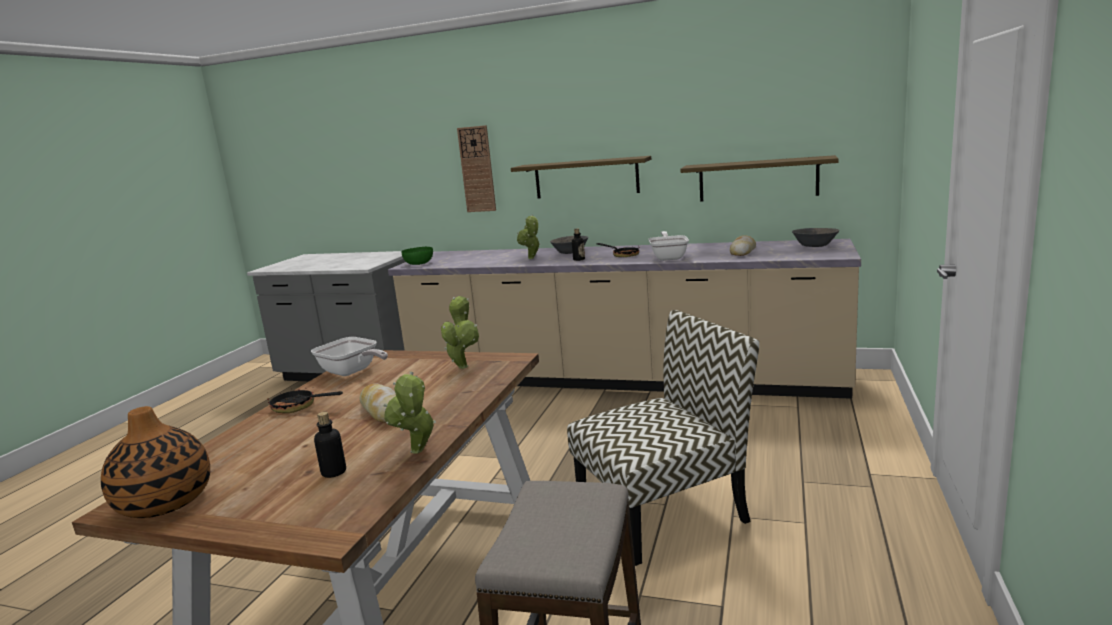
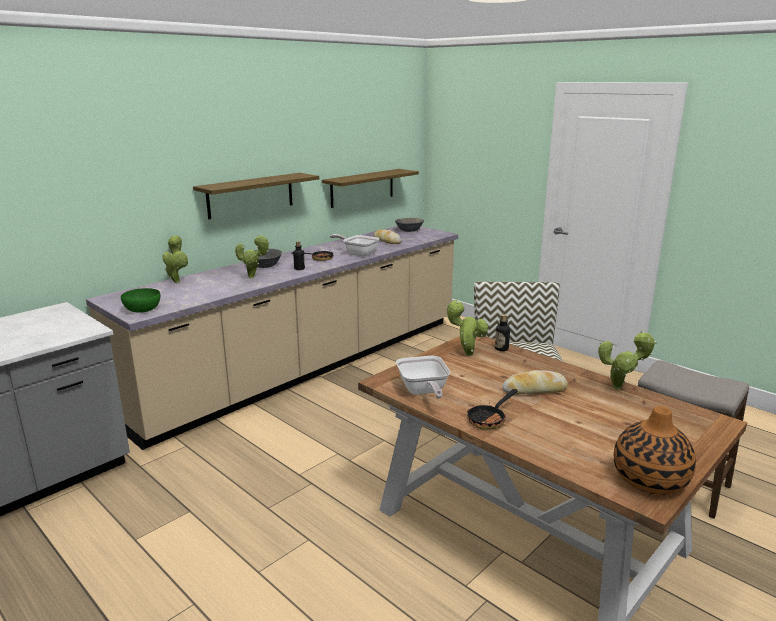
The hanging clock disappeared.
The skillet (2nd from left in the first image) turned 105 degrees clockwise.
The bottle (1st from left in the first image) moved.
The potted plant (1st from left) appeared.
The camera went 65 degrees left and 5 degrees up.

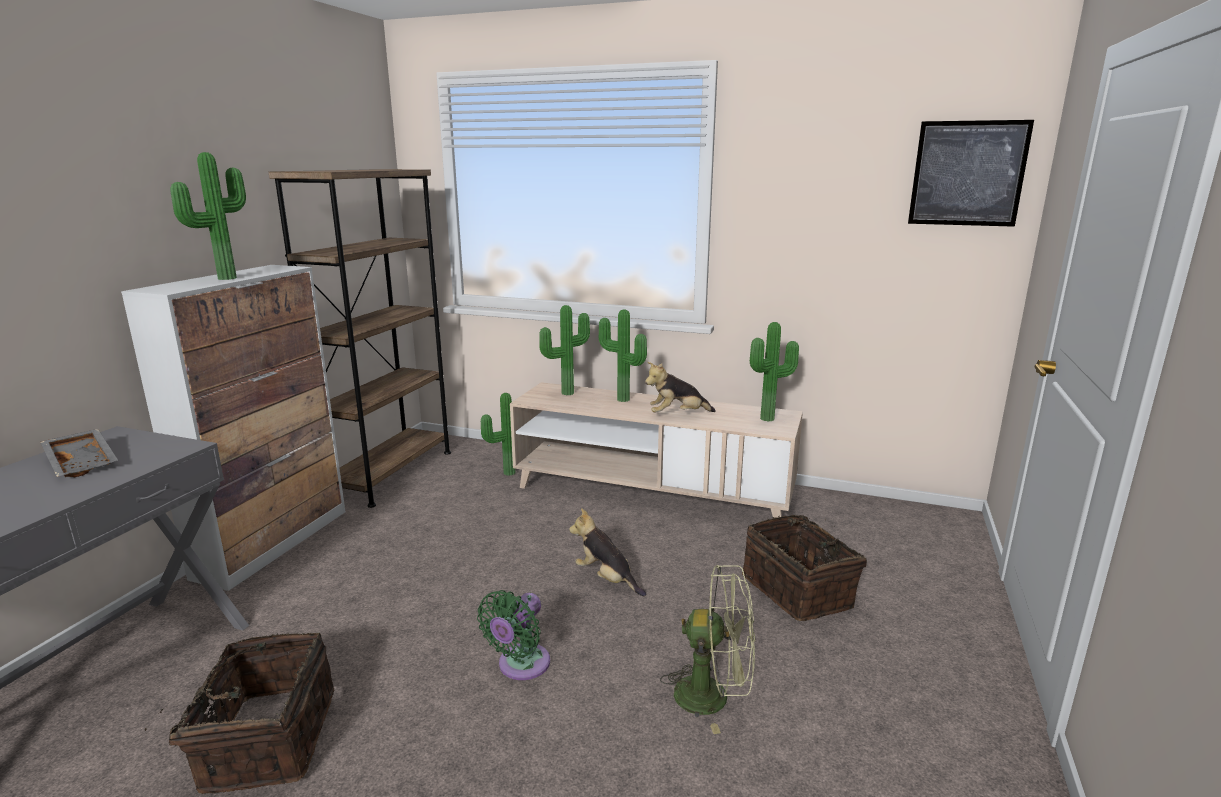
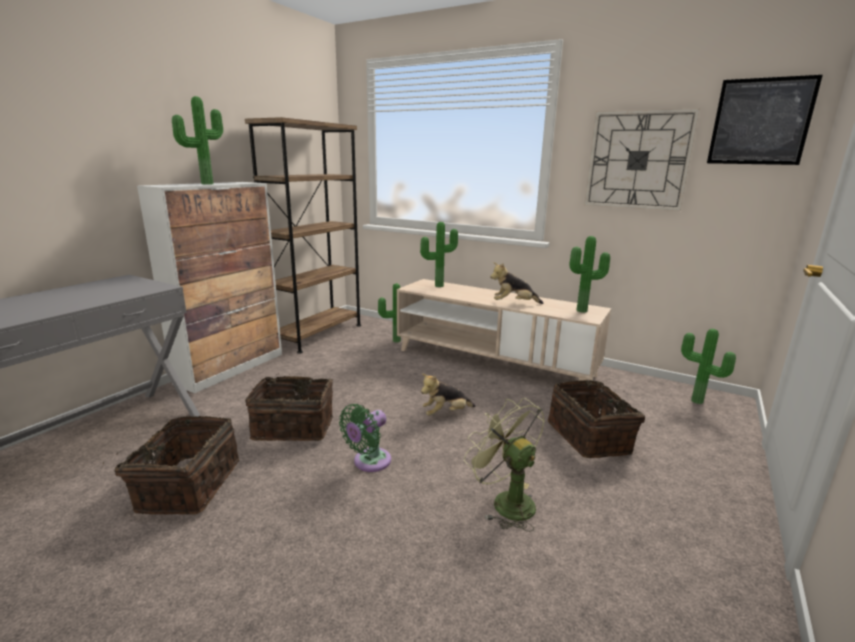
The potted plant (4th from left in the first image) moved.
The greyish tray disappeared.
The plush toy (1st from left) turned 75 degrees counterclockwise.
The greenish electric fan (2nd from left) turned 150 degrees counterclockwise.
The hanging clock appeared.
The basket (2nd from left) appeared.
The camera went 10 degrees right and 0 degrees up.

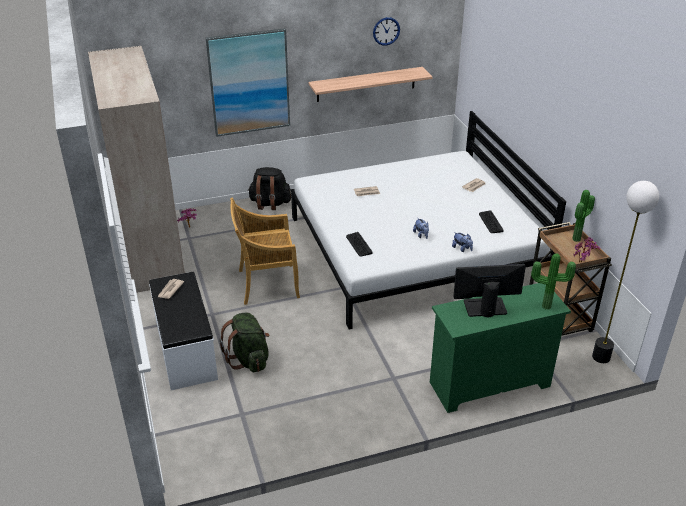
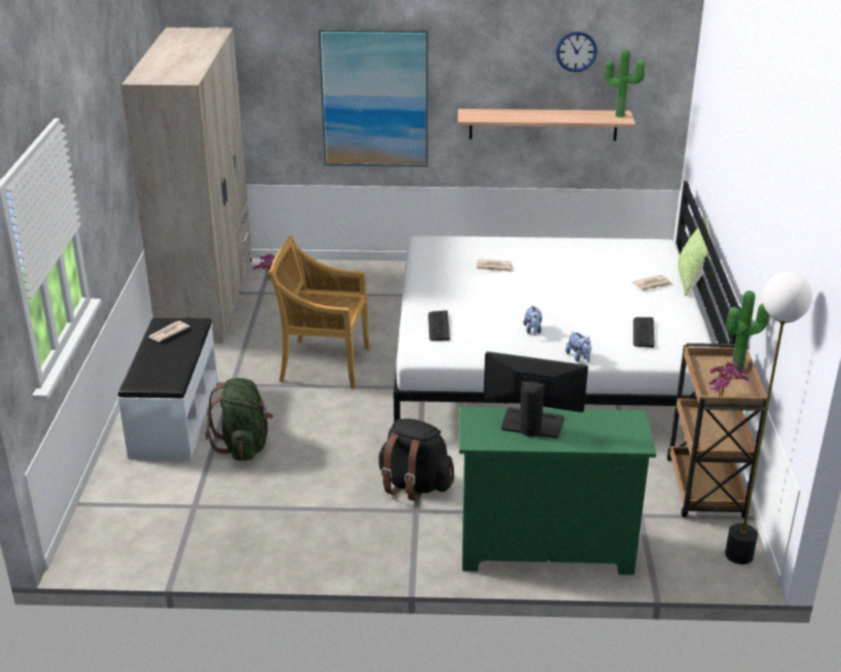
The blackish knapsack moved.
The potted plant (2nd from left) moved.
The throw pillow appeared.
The camera went 20 degrees right and 5 degrees down.

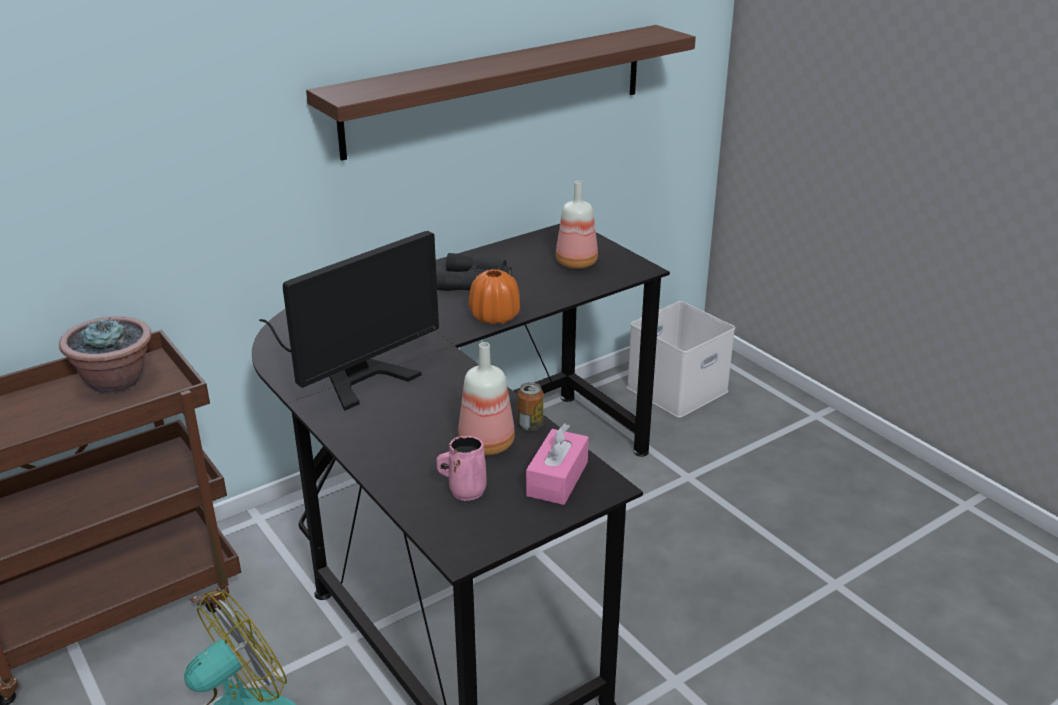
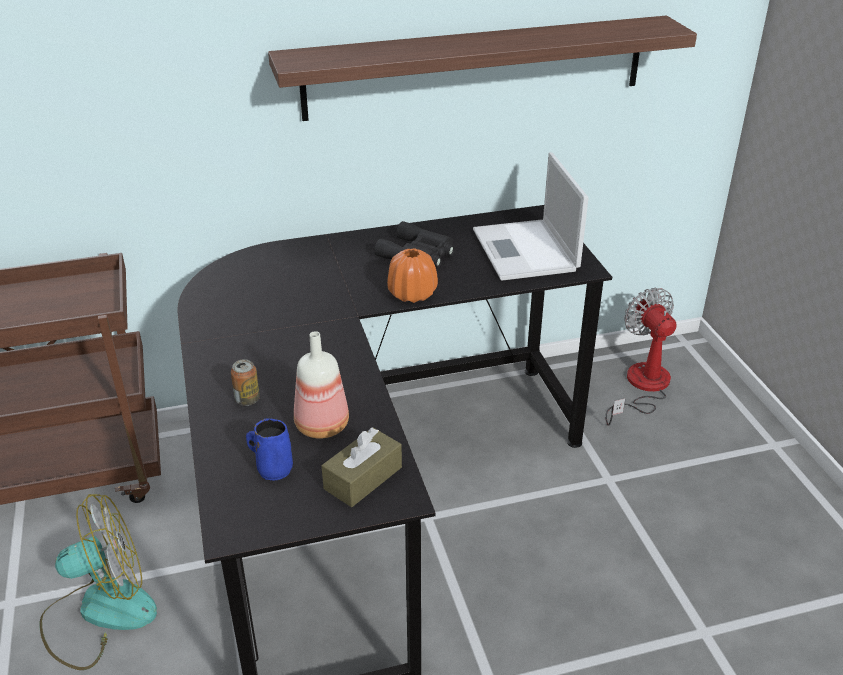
The bottle (2nd from left) was replaced by the laptop.
The computer screen disappeared.
The white storage box was replaced by the electric fan (2nd from left).
The potted plant disappeared.
The sealed can moved.
The pinkish tissue box became the brown tissue box.
The pinkish tea mug became the bluish tea mug.
The camera went 20 degrees right and 5 degrees up.

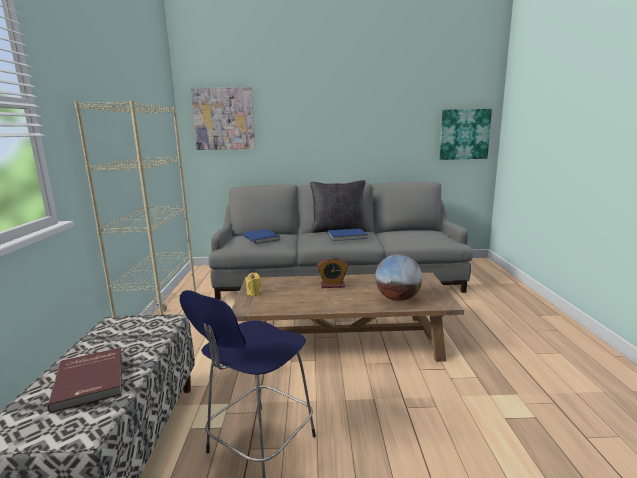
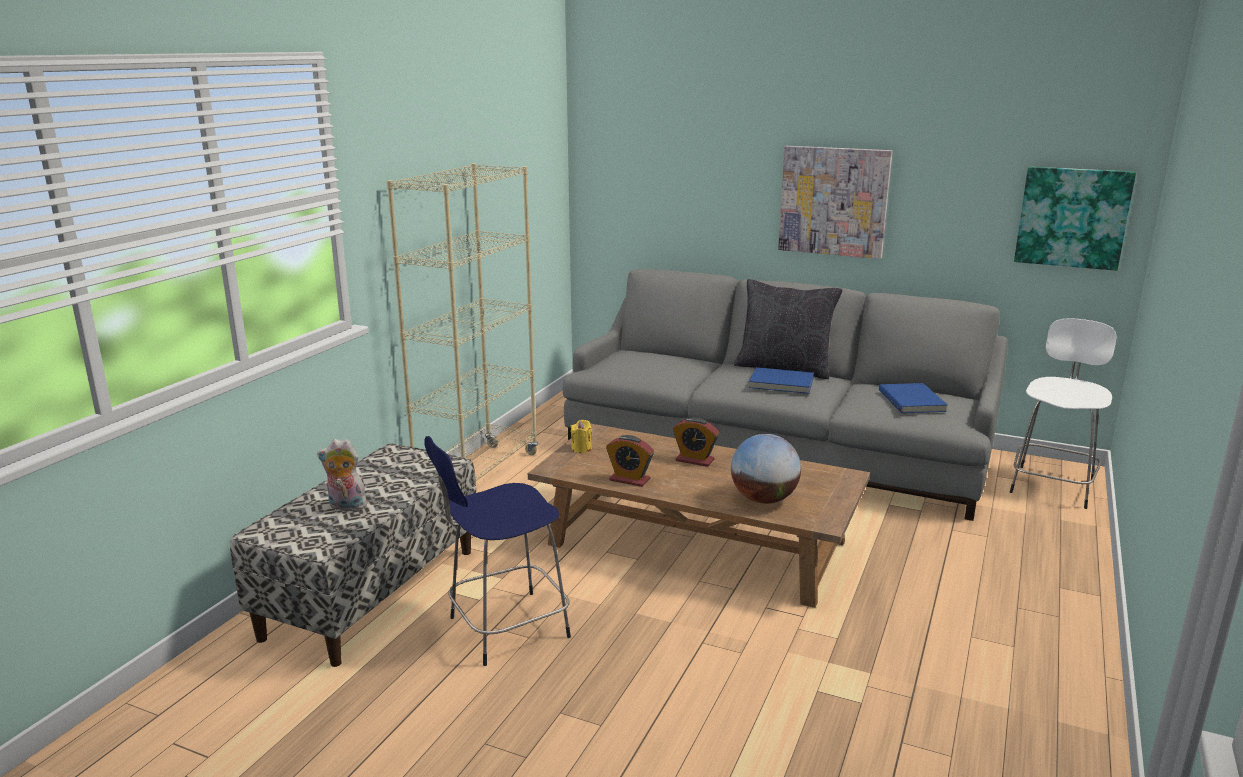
The wall picture (1st from left) moved.
The bluish book (1st from left in the first image) moved.
The red book was replaced by the plush toy.
The white stool appeared.
The bedside clock (1st from left) appeared.
The camera went 25 degrees right and 5 degrees up.

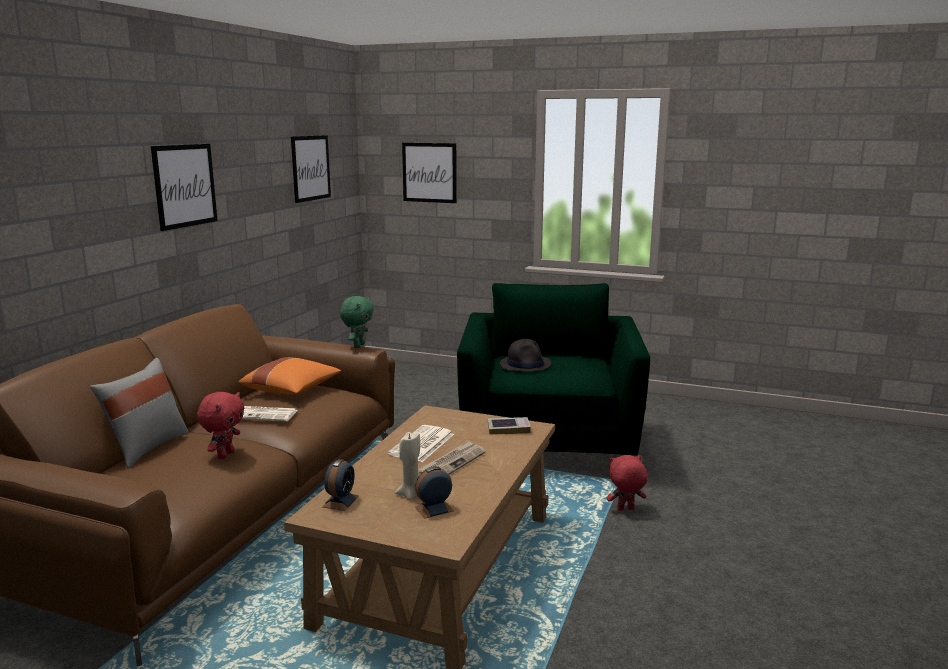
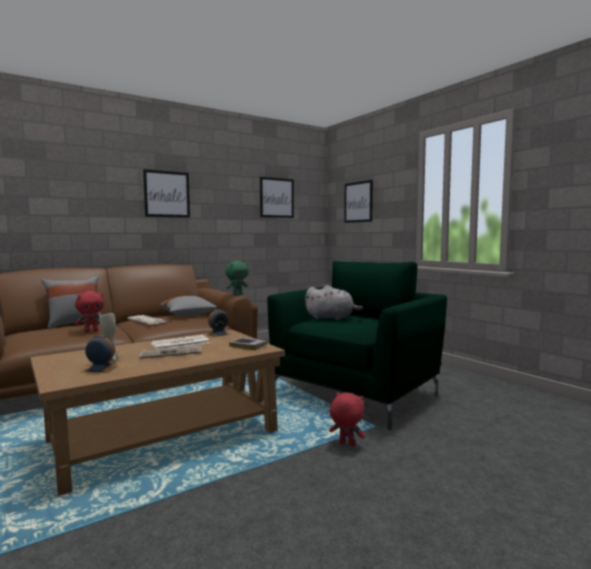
The blackish hat was replaced by the greyish plush toy.
The orange throw pillow became the greyish throw pillow (2nd from left).
The bedside clock (1st from left in the first image) moved.
The camera went 35 degrees right and 10 degrees down.

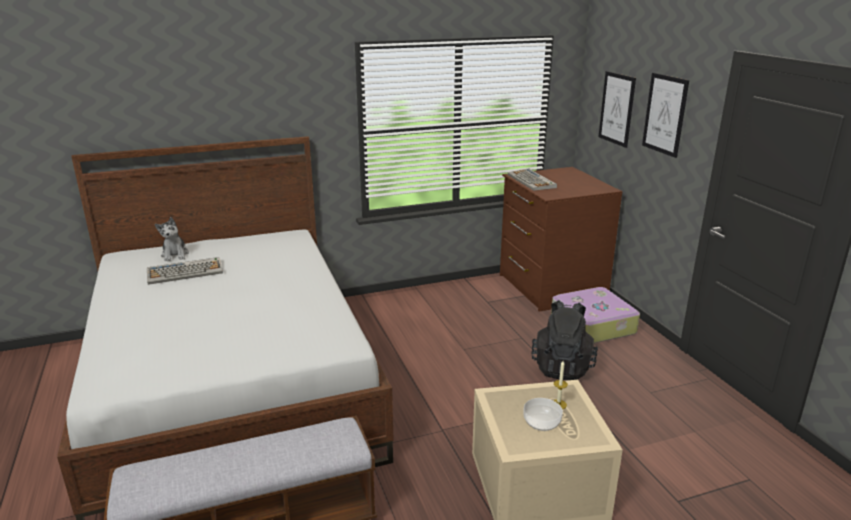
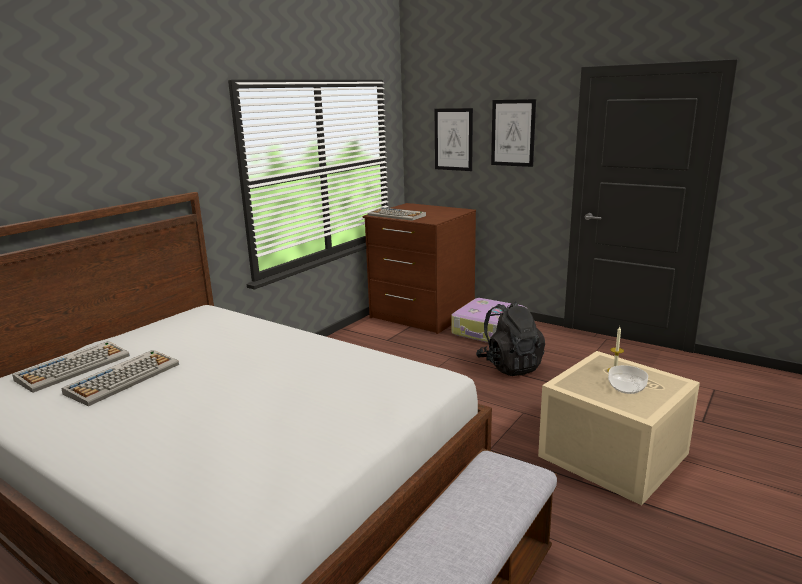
The plush toy was replaced by the computer keyboard (1st from left).
The camera went 35 degrees left and 5 degrees down.

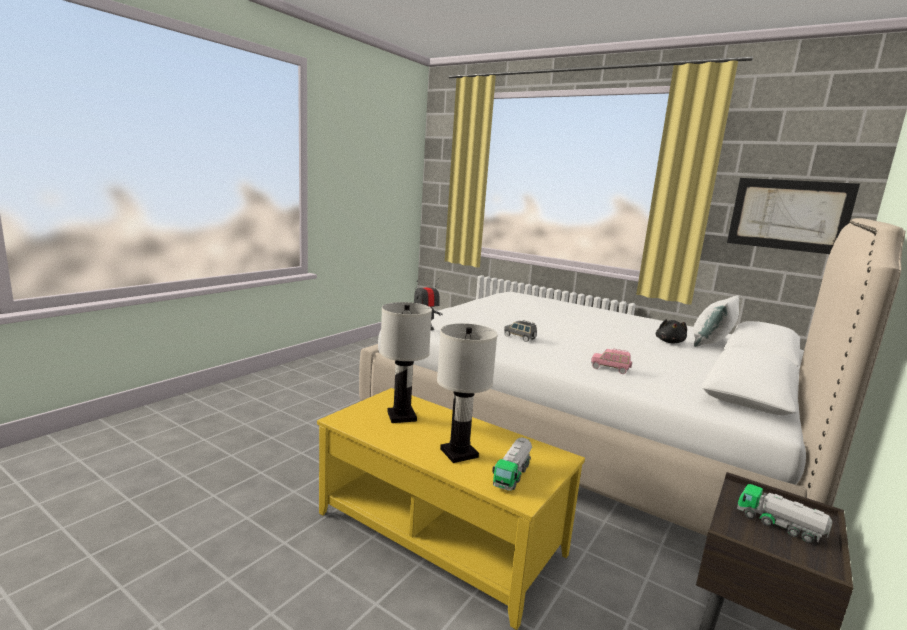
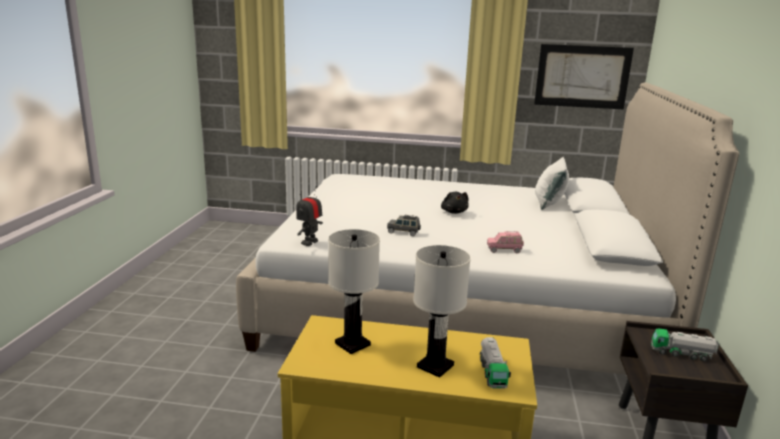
The blackish plush toy moved.
The camera went 25 degrees left and 5 degrees up.

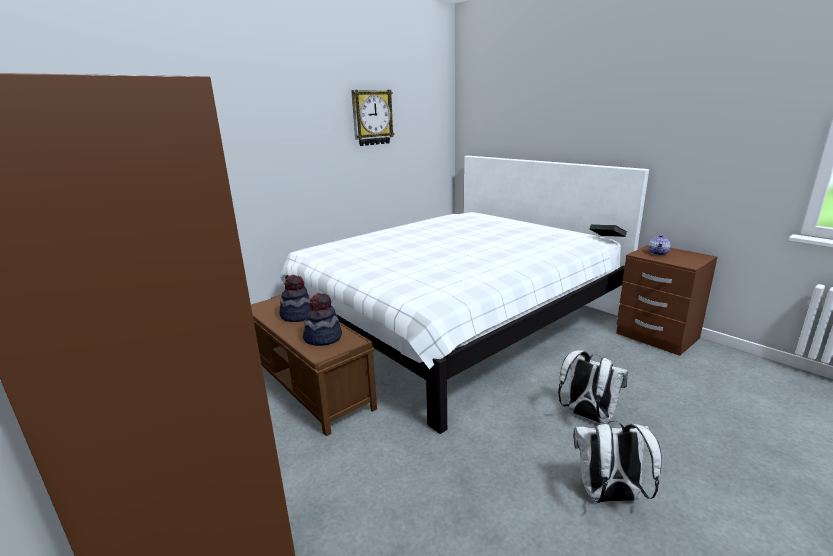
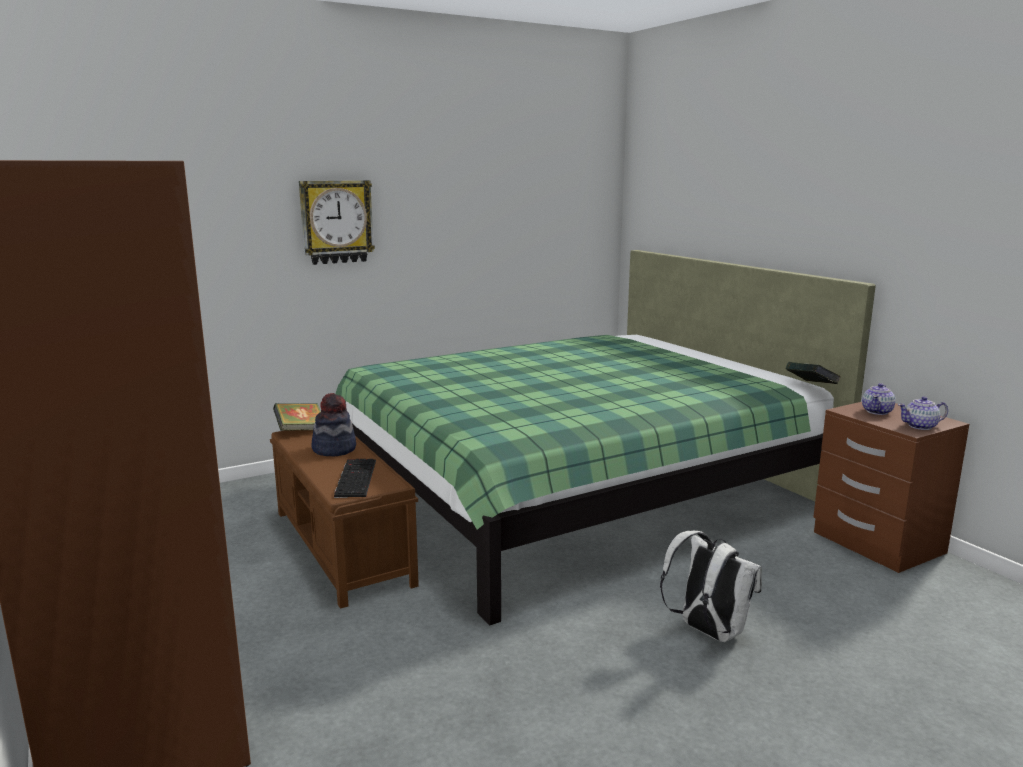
The hanging clock moved.
The white sleeping bed became the greenish sleeping bed.
The hat (2nd from left) was replaced by the computer keyboard.
The white knapsack (2nd from left) disappeared.
The pot for tea (2nd from left) appeared.
The book (1st from left) appeared.
The camera went 10 degrees right and 5 degrees down.

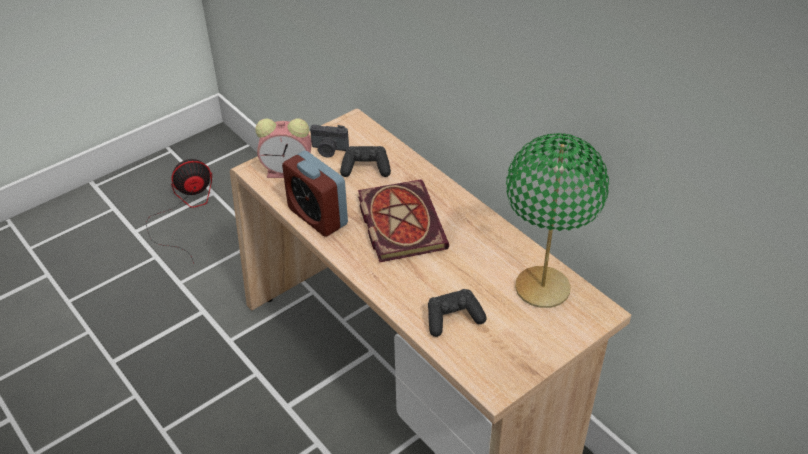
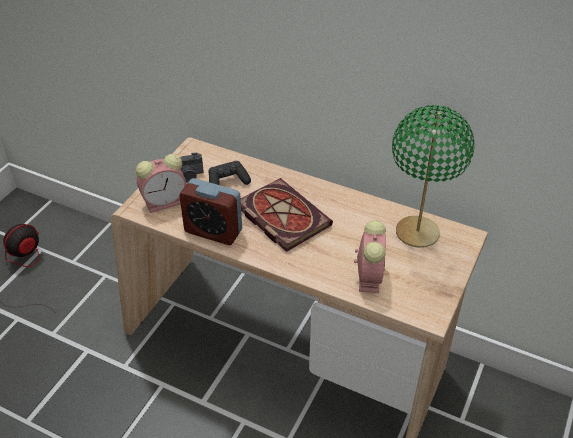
The blackish joypad (2nd from left) was replaced by the bedside clock (3rd from left).
The camera went 25 degrees left and 0 degrees up.

